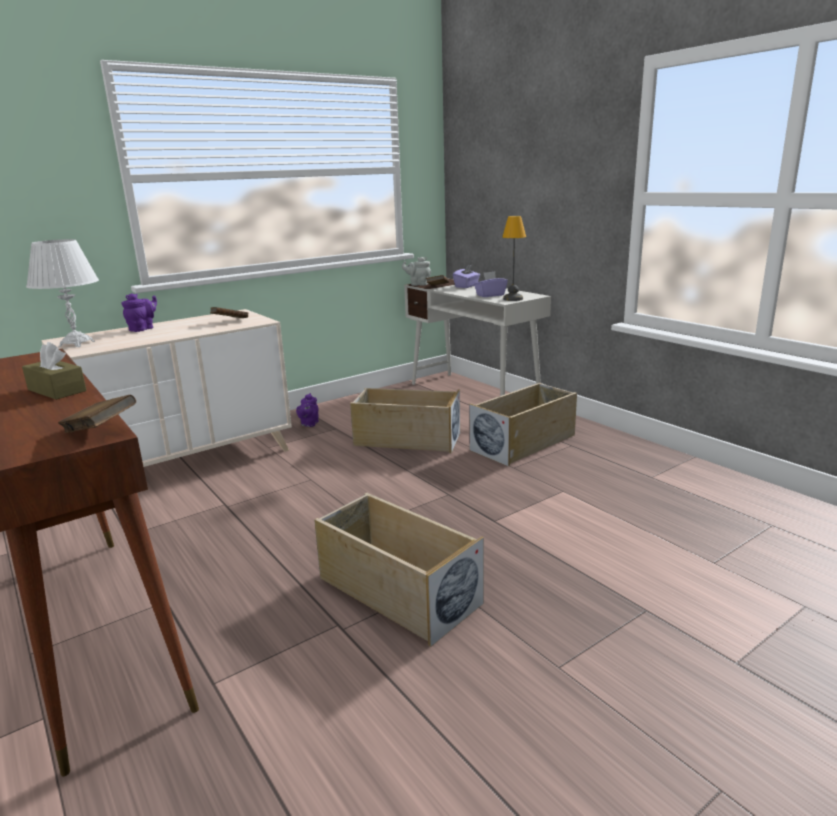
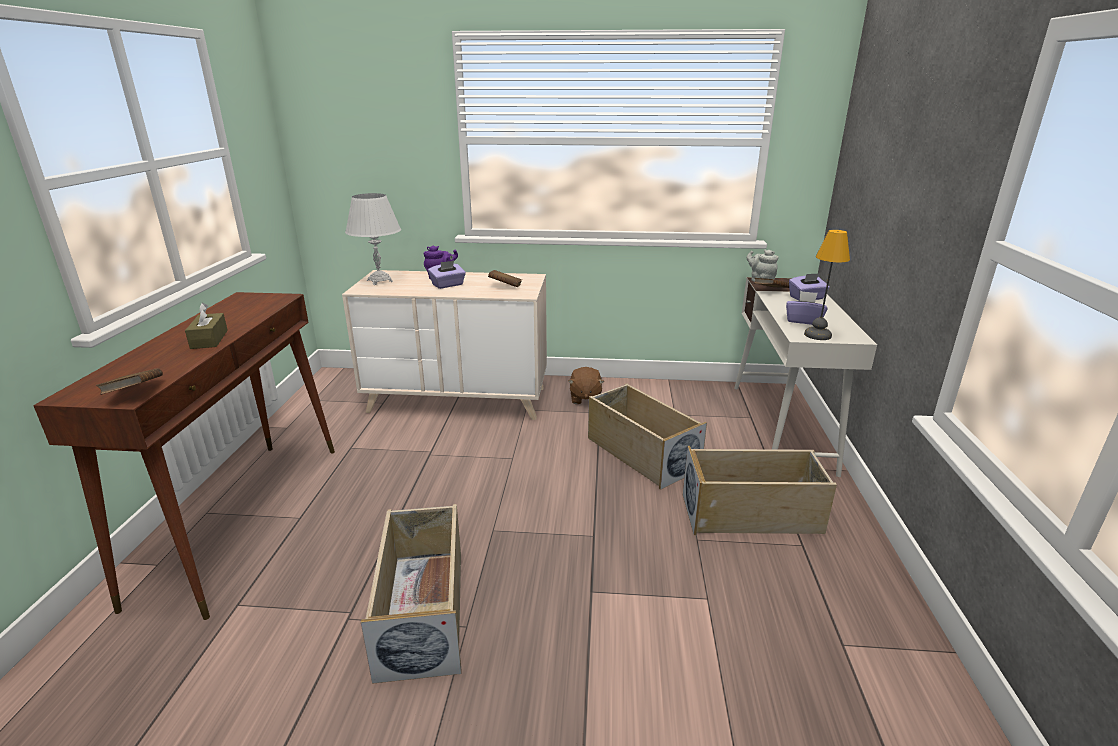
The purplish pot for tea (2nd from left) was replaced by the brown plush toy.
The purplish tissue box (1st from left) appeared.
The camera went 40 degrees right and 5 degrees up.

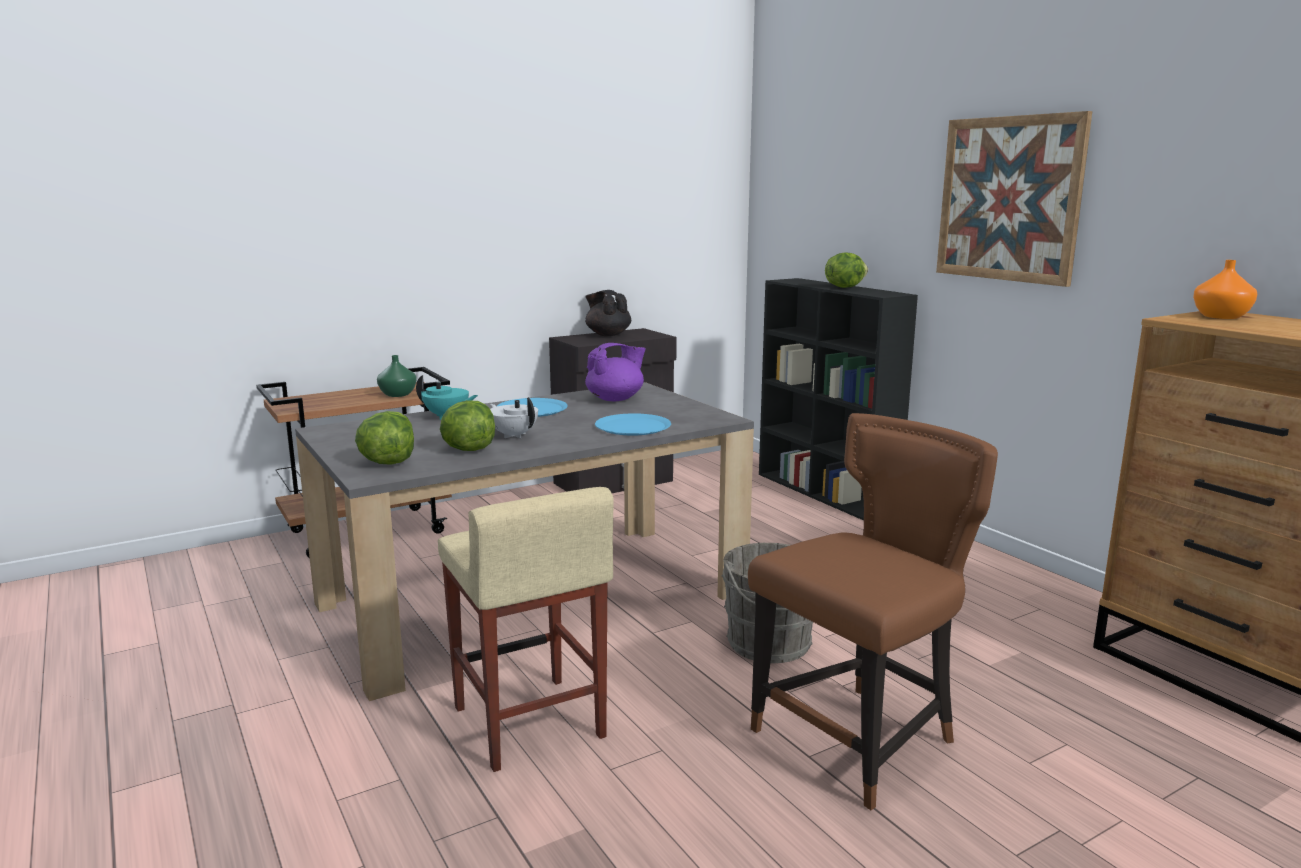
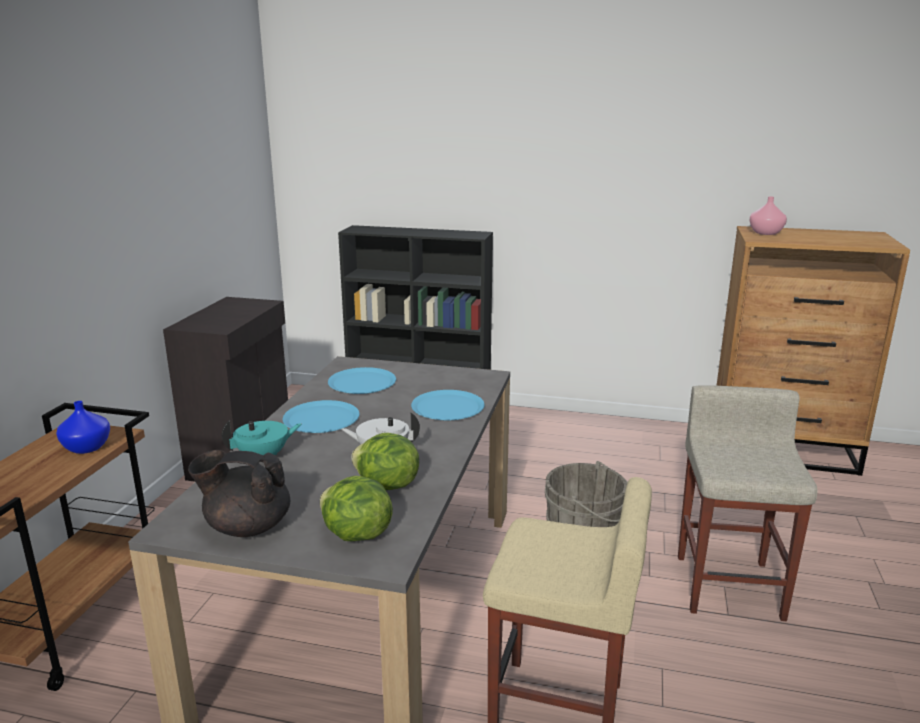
The wall picture disappeared.
The lettuce (3rd from left) disappeared.
The orange decorative vase became the pinkish decorative vase.
The blackish pot for tea moved.
The purplish pot for tea was replaced by the bluish flat dish (2nd from left).
The greenish decorative vase became the bluish decorative vase.
The brown chair was replaced by the beige-coloured stool (2nd from left).
The camera went 45 degrees left and 5 degrees up.

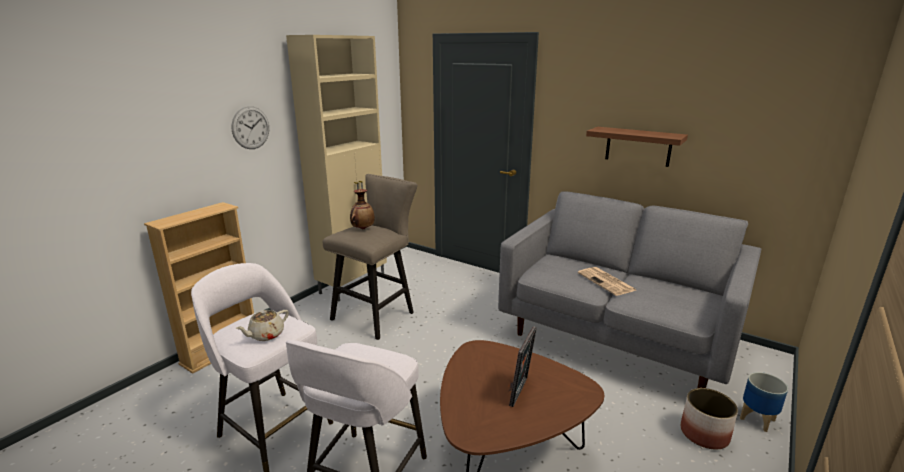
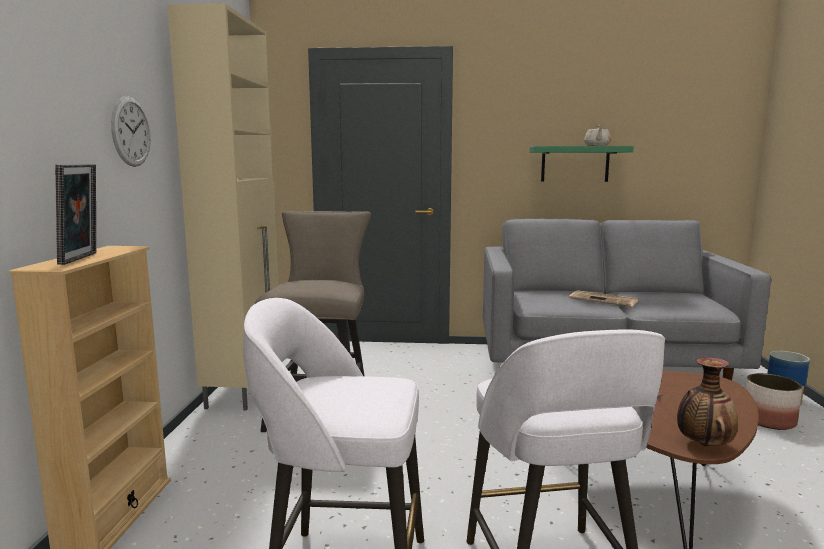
The brown bracket shelf became the greenish bracket shelf.
The decorative vase moved.
The beige-coloured pot for tea moved.
The photo frame moved.
The camera went 30 degrees left and 10 degrees down.

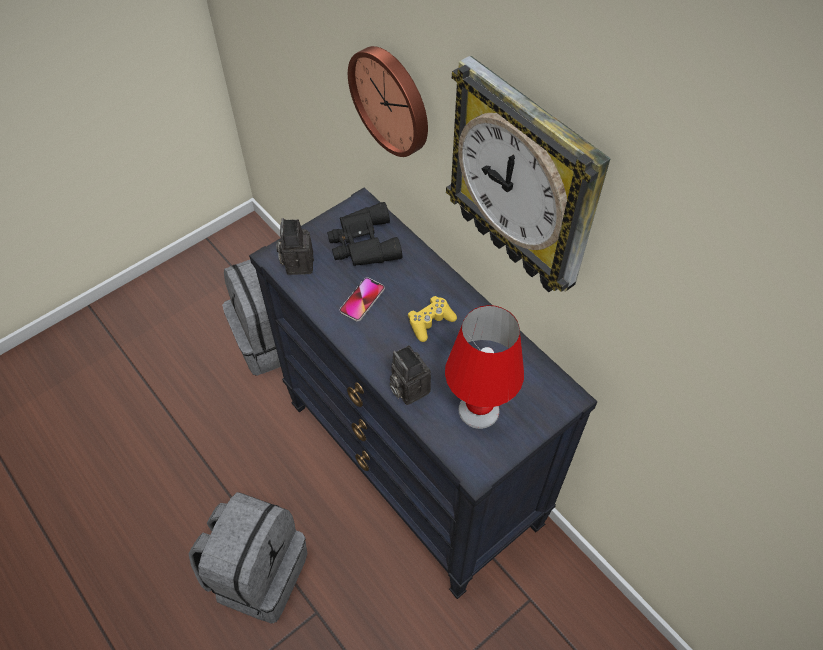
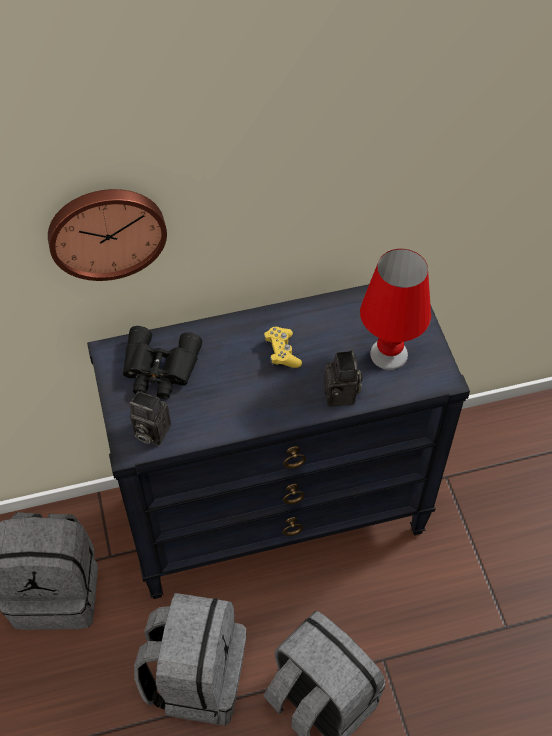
The hanging clock (2nd from left) disappeared.
The telephone disappeared.
The still camera (2nd from left) turned 90 degrees counterclockwise.
The greyish knapsack (2nd from left) appeared.
The camera went 65 degrees left and 0 degrees up.

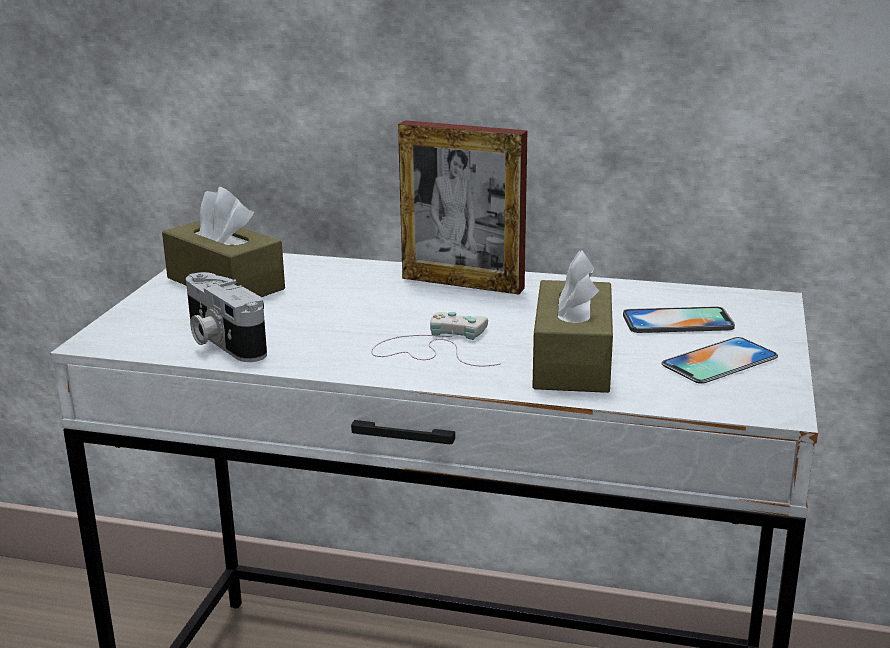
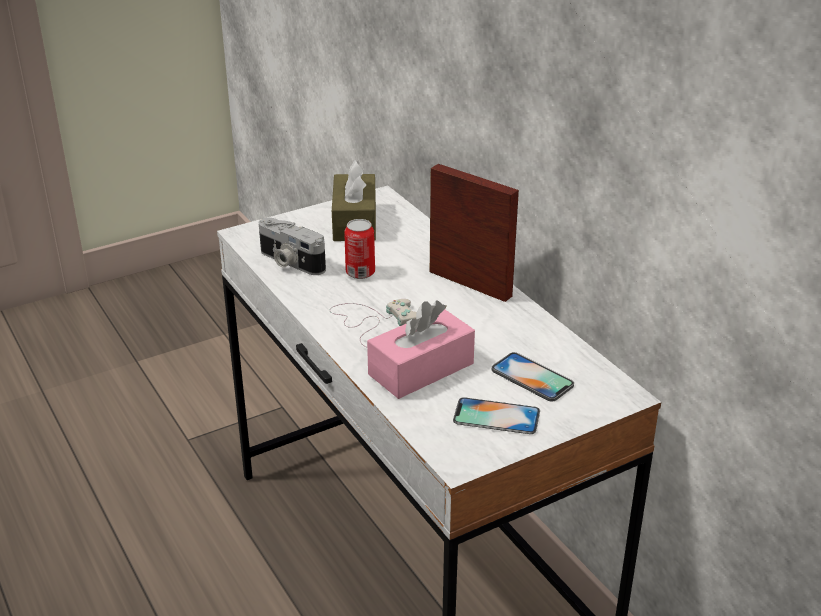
The photo frame turned 150 degrees clockwise.
The brown tissue box (2nd from left) became the pinkish tissue box.
The still camera turned 60 degrees counterclockwise.
The sealed can appeared.
The camera went 45 degrees right and 10 degrees up.

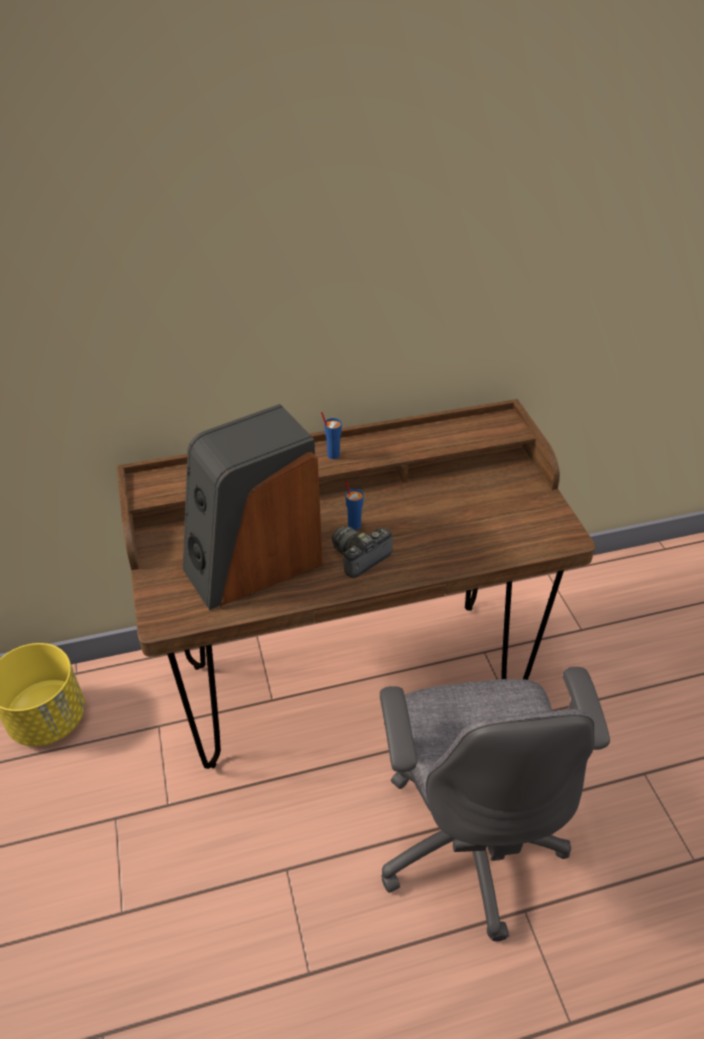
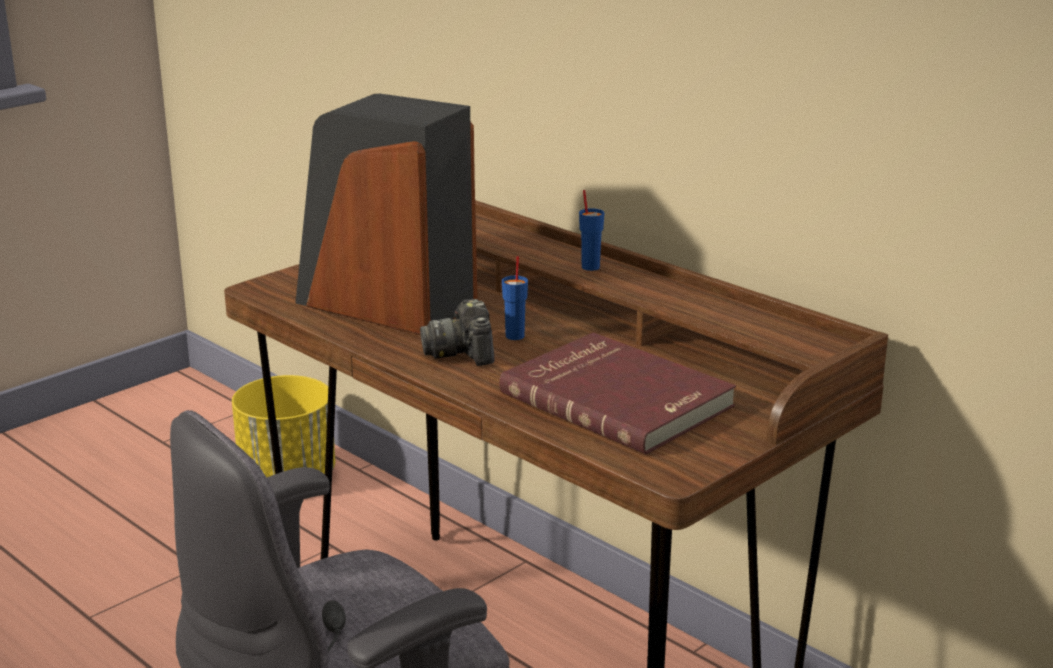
The still camera turned 120 degrees counterclockwise.
The red book appeared.
The camera went 60 degrees right and 20 degrees down.

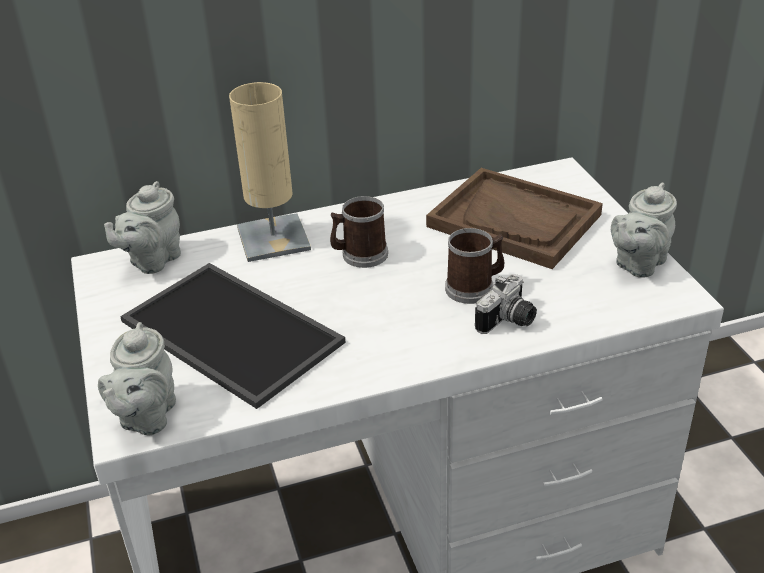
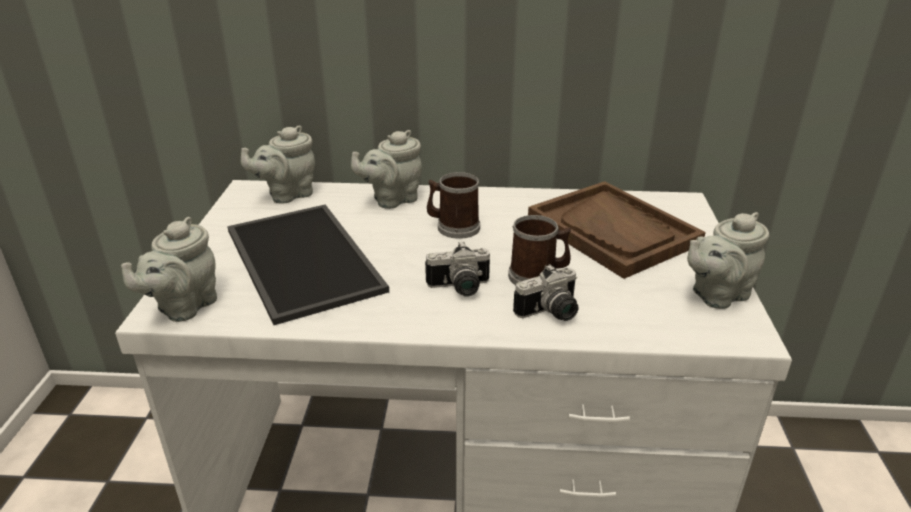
The beige-coloured table lamp was replaced by the greyish pot for tea (3rd from left).
The still camera (1st from left) appeared.
The camera went 20 degrees right and 5 degrees down.

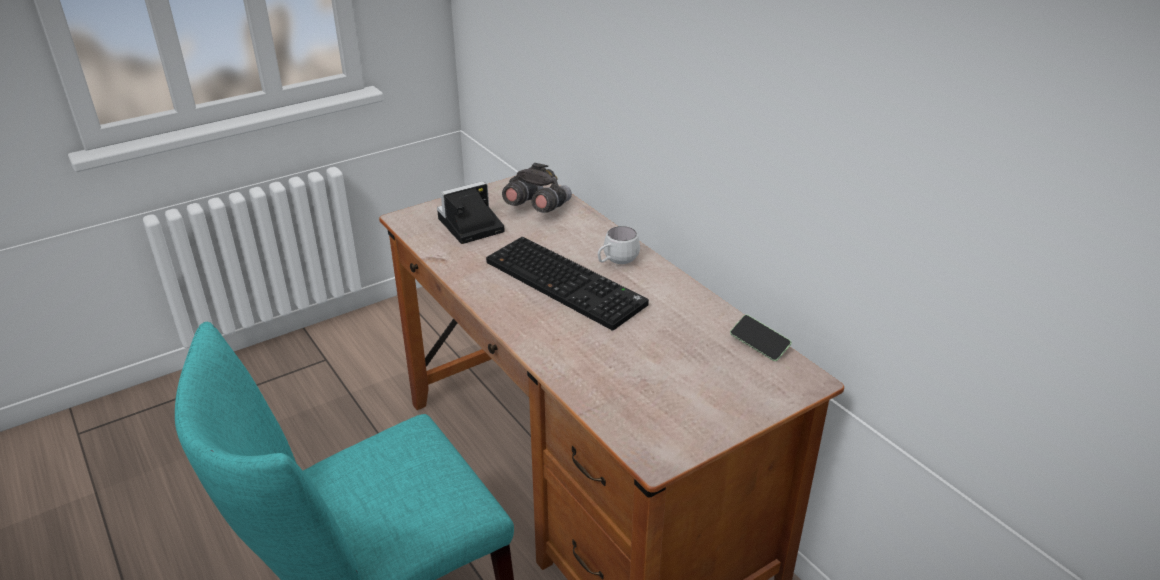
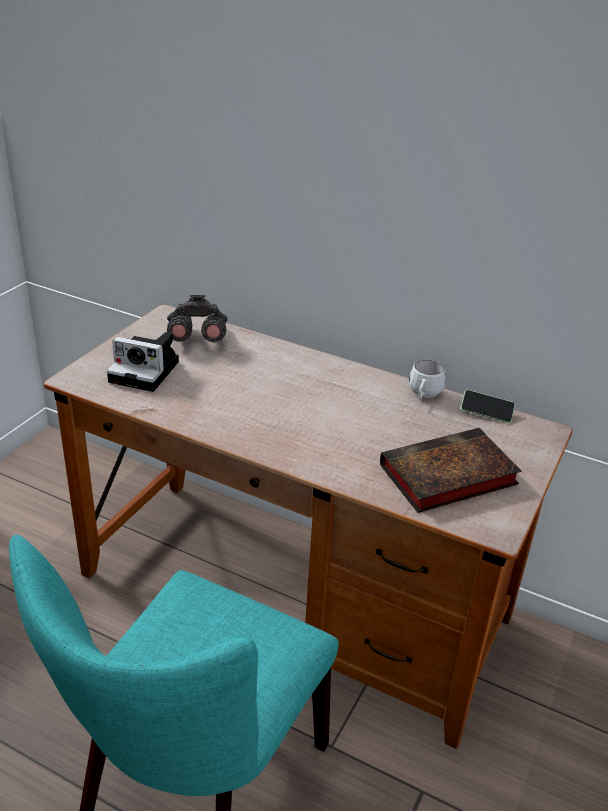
The still camera turned 105 degrees counterclockwise.
The white tea mug moved.
The computer keyboard disappeared.
The book appeared.
The camera went 30 degrees left and 0 degrees up.

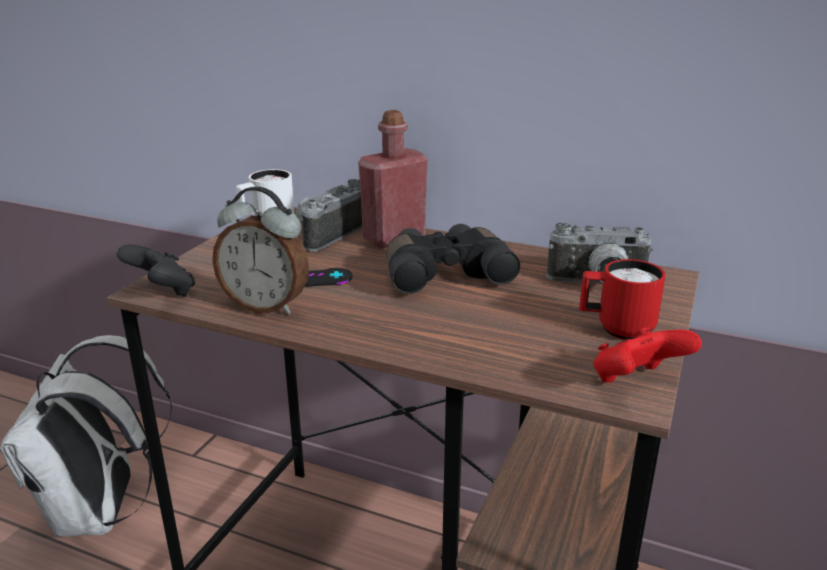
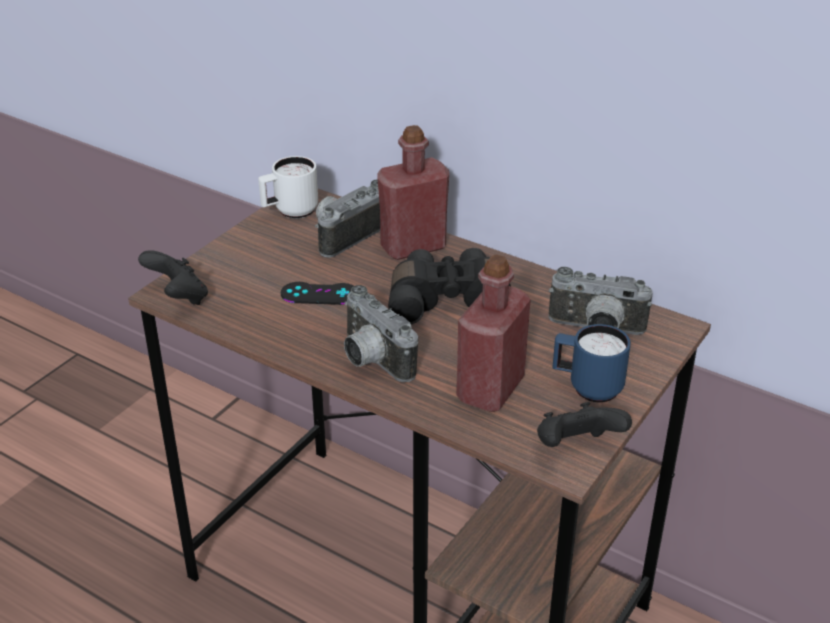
The bedside clock disappeared.
The red tea mug became the bluish tea mug.
The red joypad became the blackish joypad (3rd from left).
The white knapsack disappeared.
The red bottle (2nd from left) appeared.
The still camera (2nd from left) appeared.
The camera went 10 degrees right and 10 degrees up.

